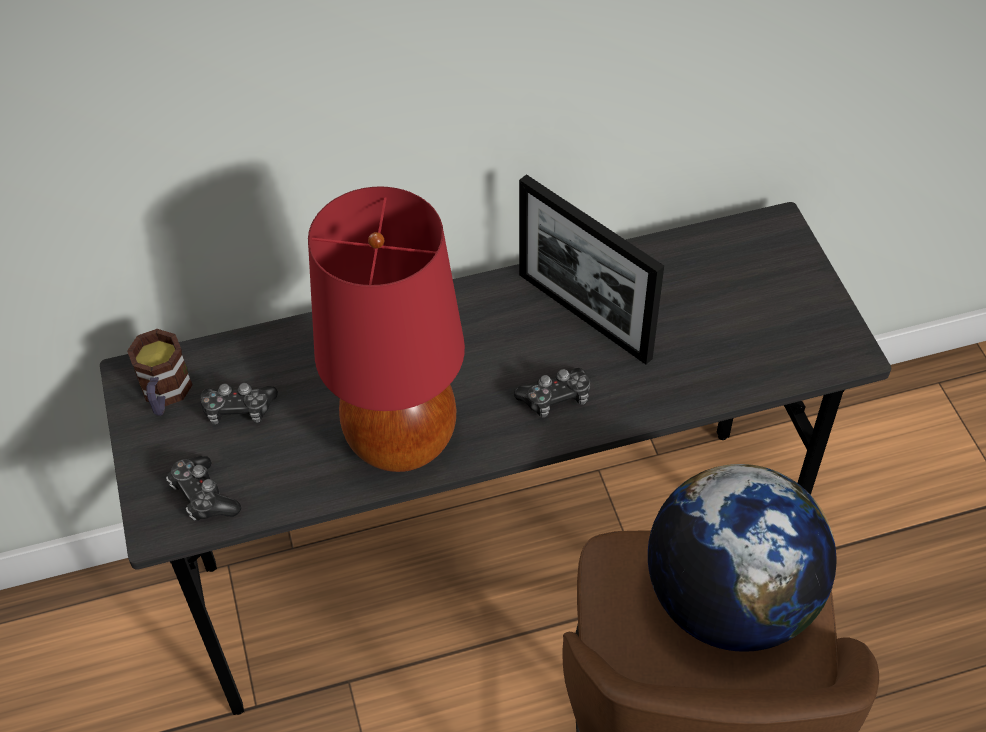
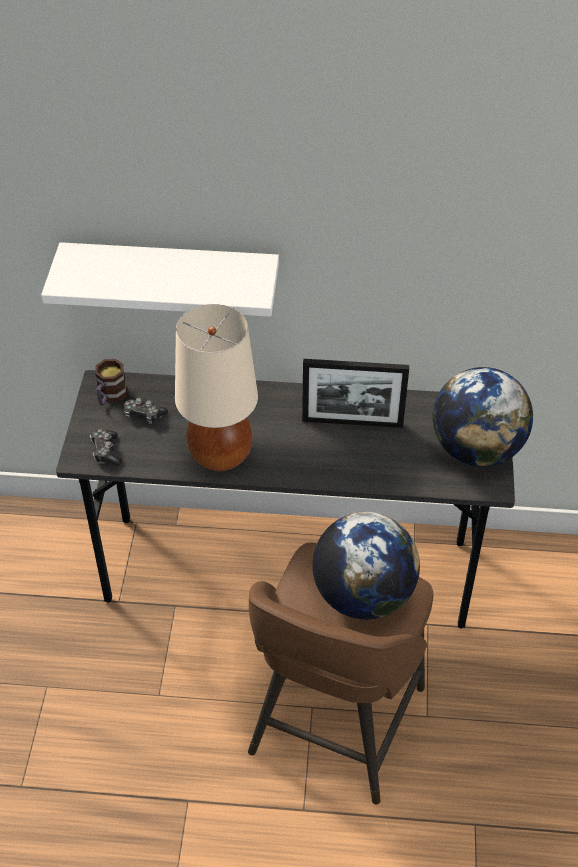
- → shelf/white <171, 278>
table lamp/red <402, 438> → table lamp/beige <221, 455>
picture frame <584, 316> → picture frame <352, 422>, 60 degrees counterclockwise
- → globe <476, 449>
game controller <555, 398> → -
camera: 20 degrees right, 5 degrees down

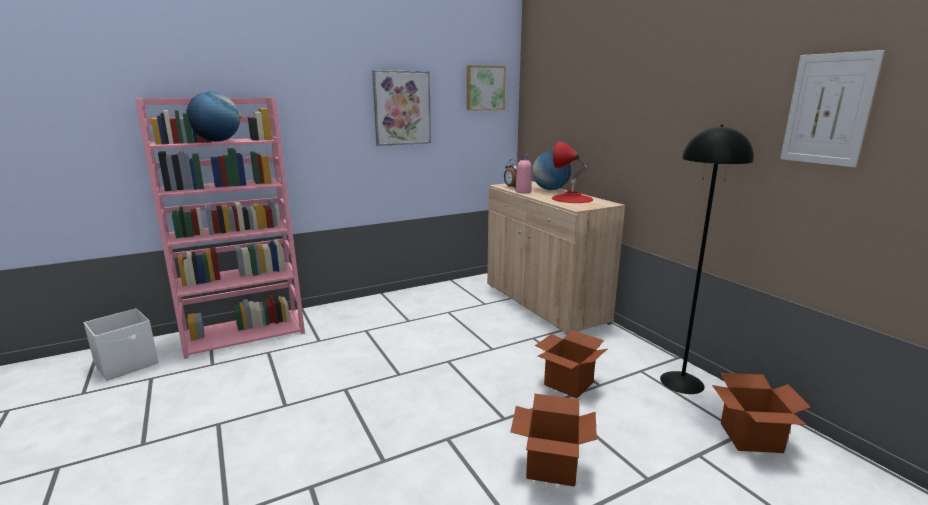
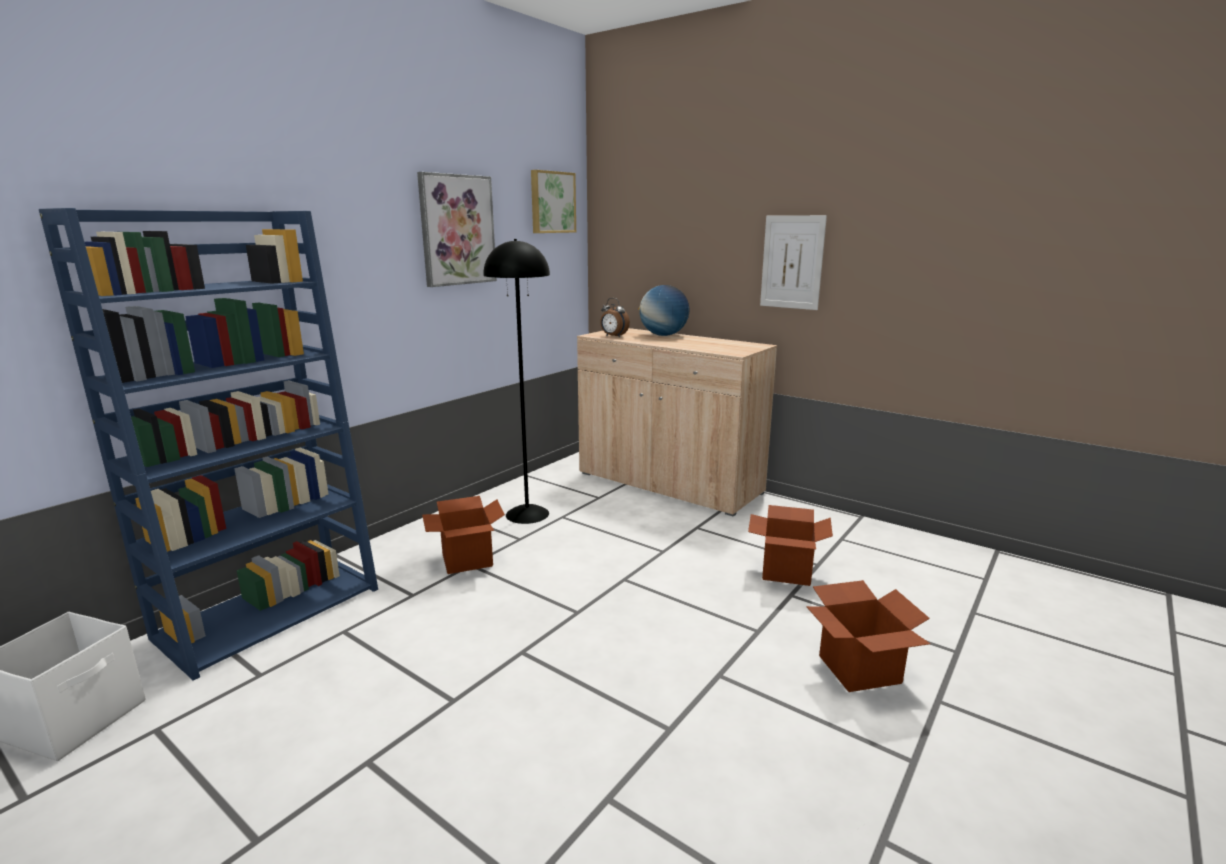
bookcase/pink <245, 332> → bookcase/blue <271, 611>
cardboard box <751, 437> → cardboard box <467, 560>, move
floor lamp/black <682, 382> → floor lamp/black <527, 514>, move
picture <828, 109> → picture <792, 262>, move
globe <217, 141> → -
bottle/pink <523, 192> → -
table lamp/red <572, 198> → -
camera: 25 degrees left, 0 degrees up

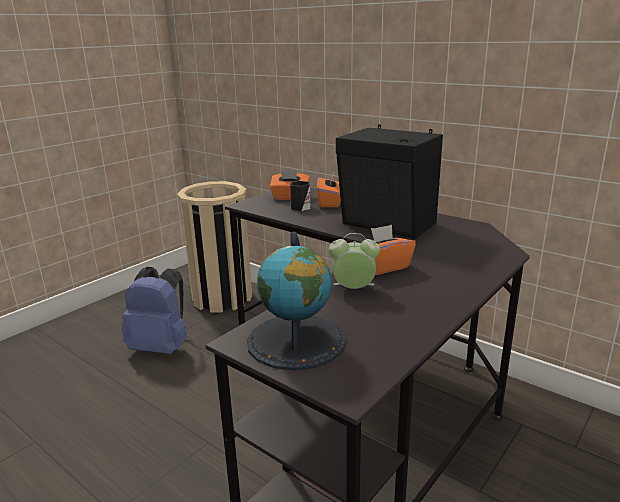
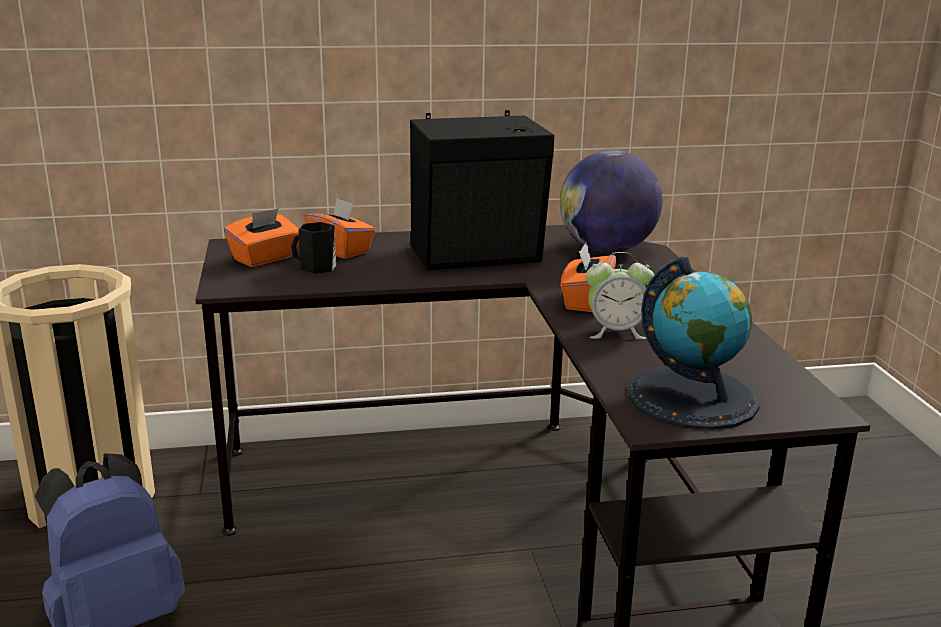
- → globe <607, 249>
alarm clock <353, 289> → alarm clock <616, 332>, 135 degrees counterclockwise
camera: 50 degrees left, 0 degrees up

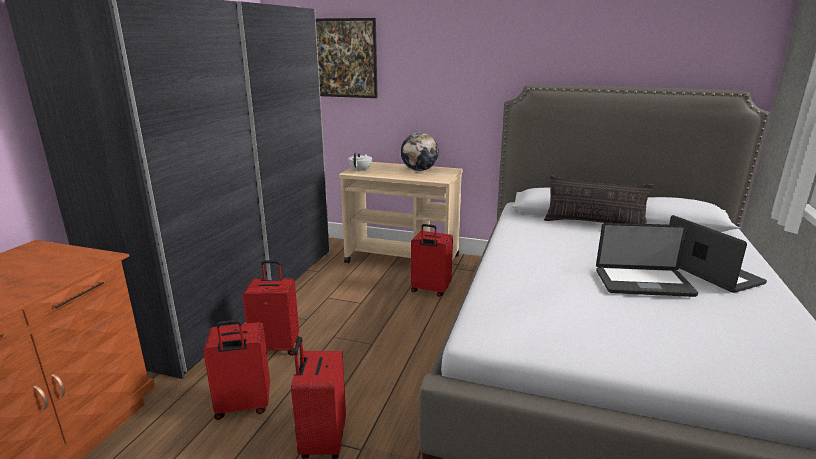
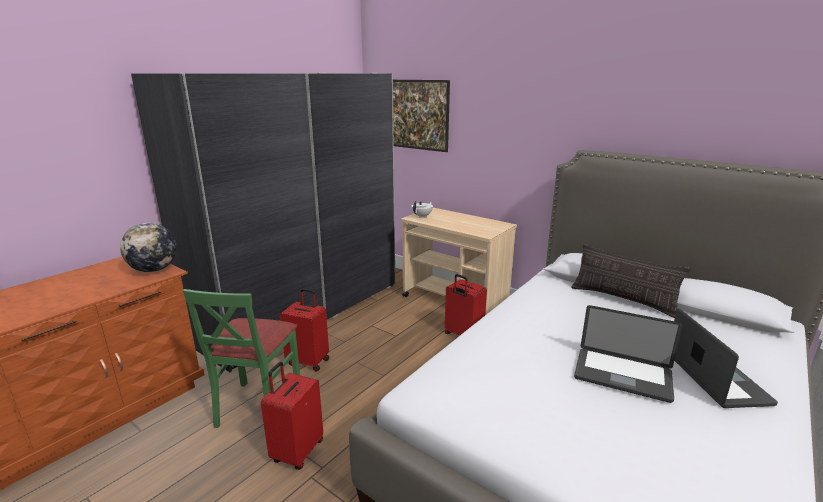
globe <419, 170> → globe <154, 270>, move
suitcase/red <243, 407> → chair/green <257, 406>
camera: 20 degrees right, 0 degrees up

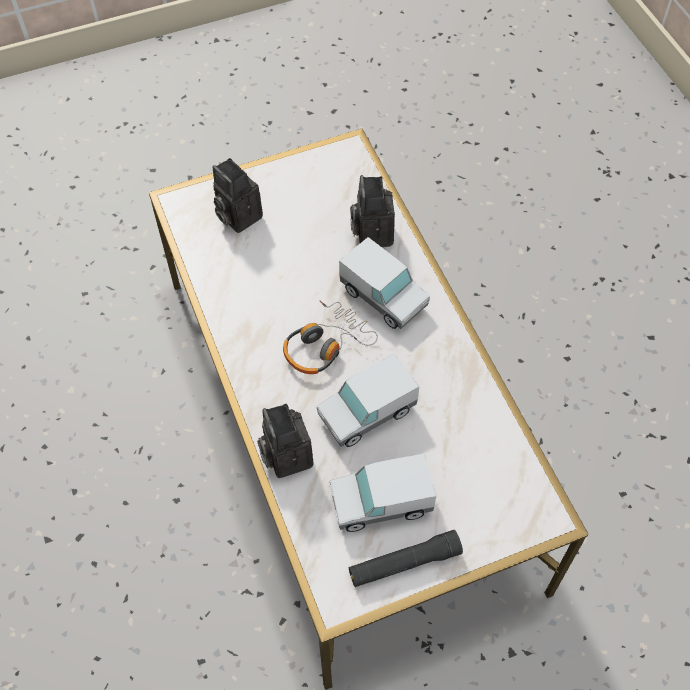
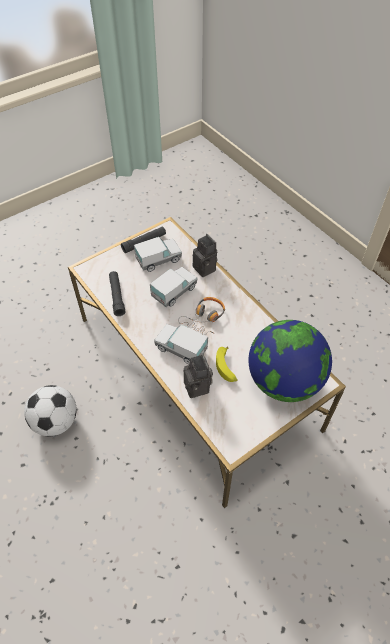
- → football <56, 422>
- → flashlight/black <117, 296>
- → banana <226, 368>
photo camera <237, 216> → globe <284, 381>
camera: 165 degrees right, 5 degrees down

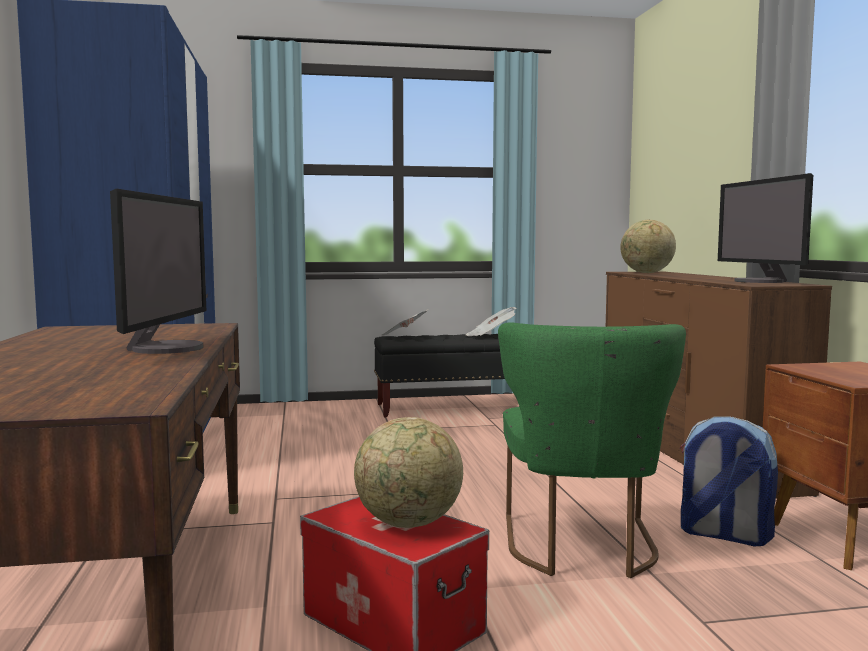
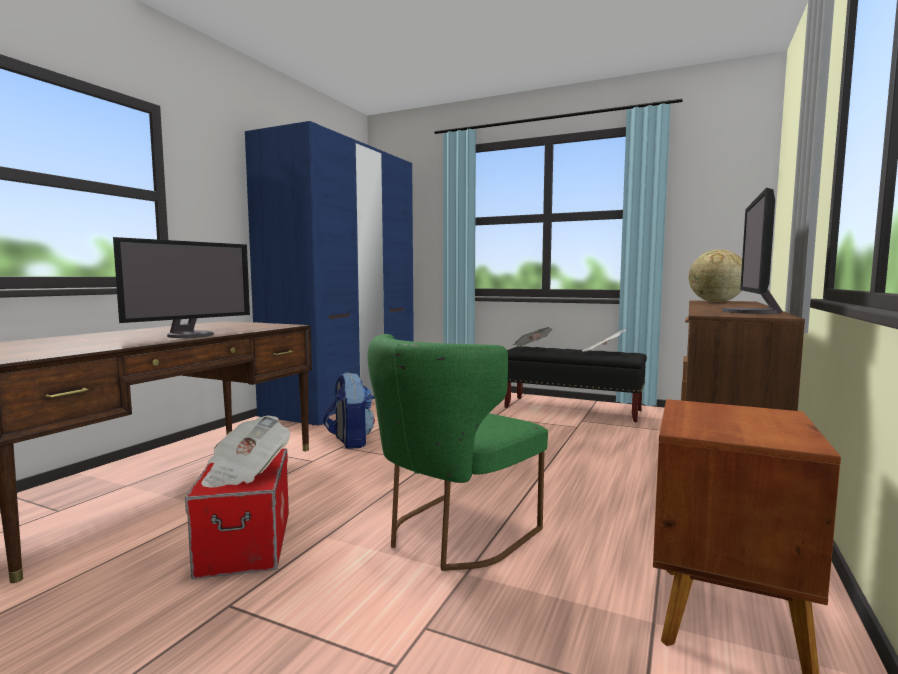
globe <409, 524> → newspaper <245, 473>
backpack <723, 535> → backpack <349, 441>, move
camera: 35 degrees right, 0 degrees up

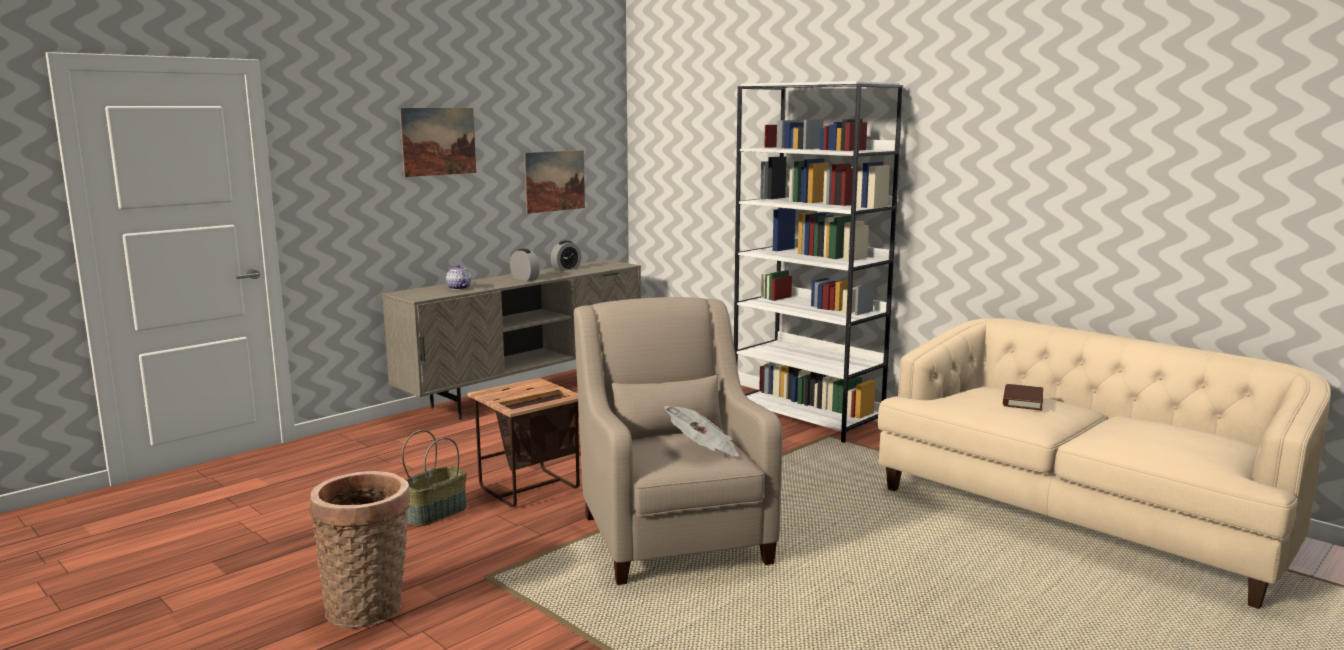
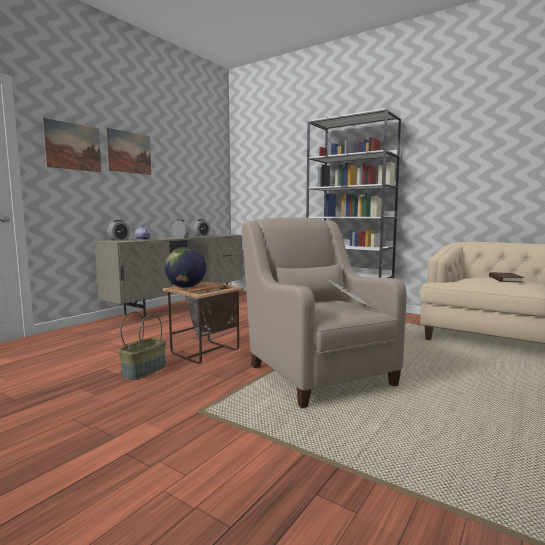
picture <555, 181> → picture <73, 146>, move
- → alarm clock <119, 239>
- → globe <185, 287>
basket <369, 609> → -
camera: 10 degrees left, 5 degrees down

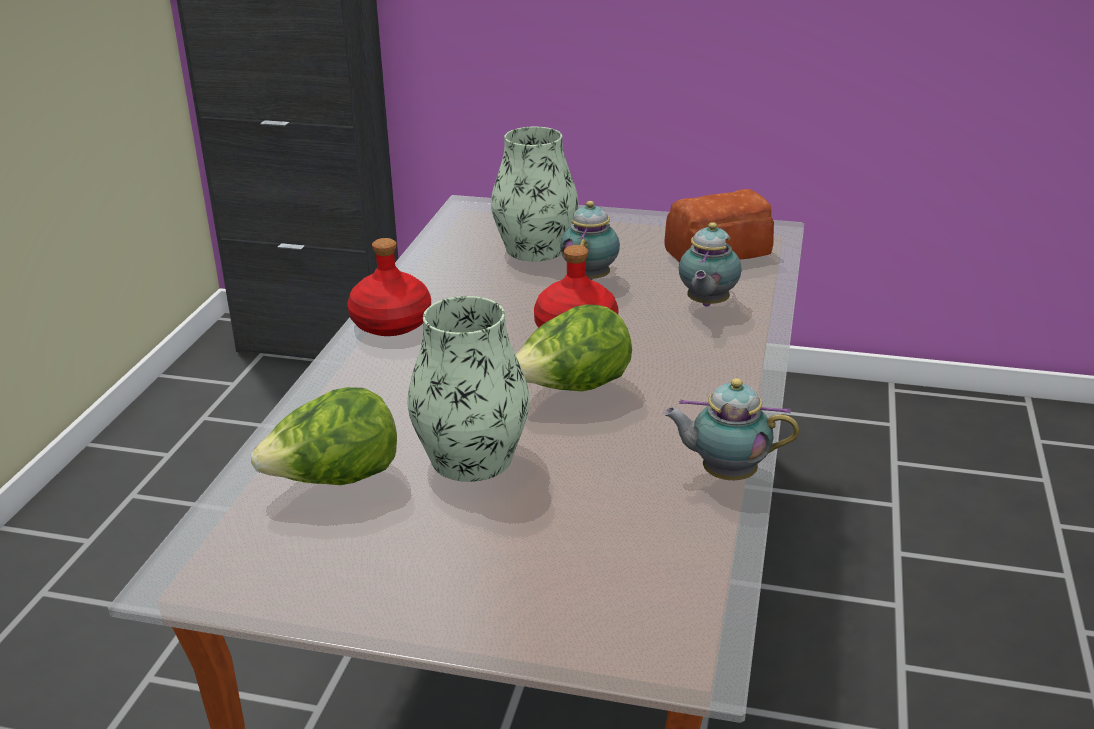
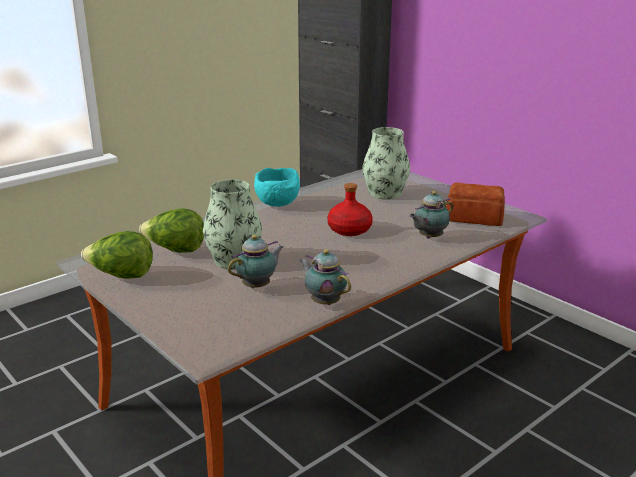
lettuce <573, 389> → lettuce <122, 276>, move
teapot <591, 277> → teapot <258, 286>, move
bottle/red <392, 323> → bowl/turquoise <279, 204>
camera: 35 degrees right, 5 degrees down

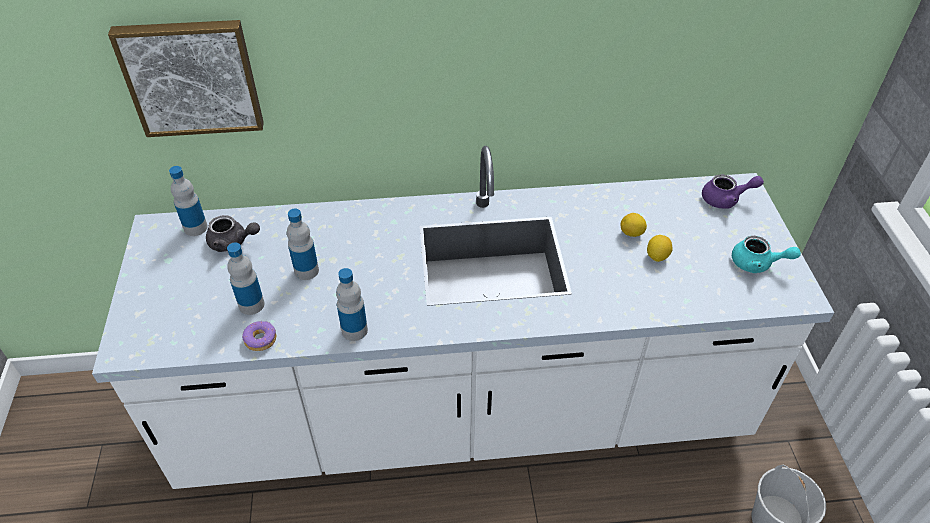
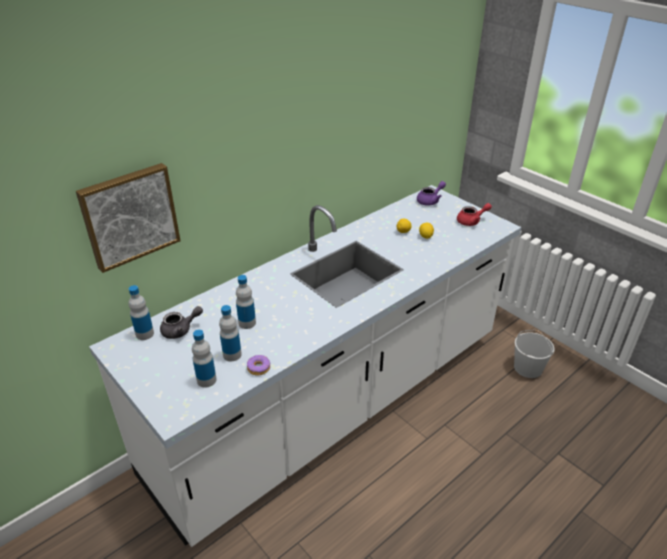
bottle <354, 330> → bottle <206, 380>, move
teapot/turquoise <757, 264> → teapot/red <471, 221>
camera: 35 degrees left, 10 degrees down

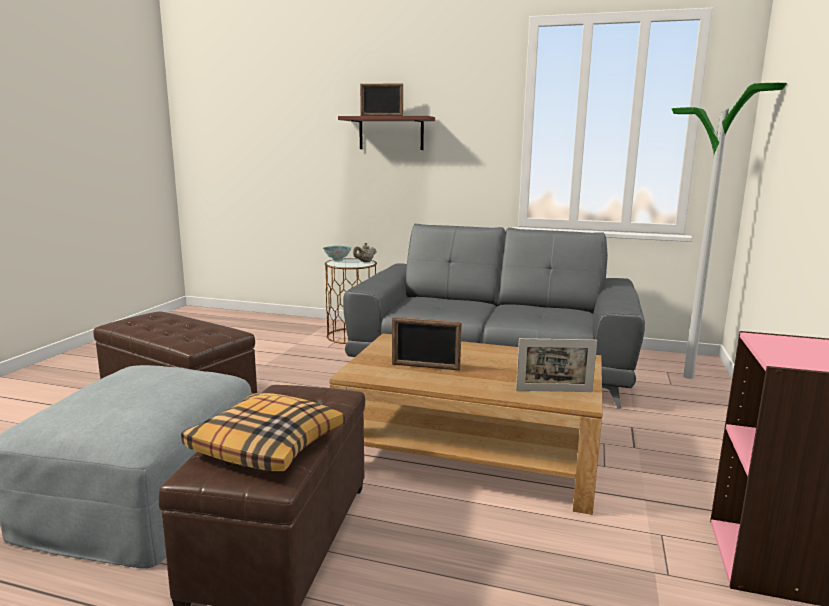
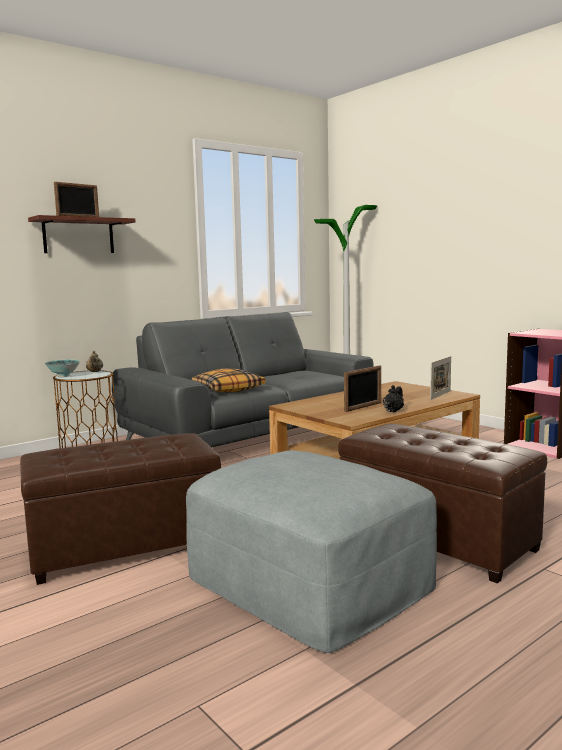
pillow <267, 445> → pillow <228, 389>, move
- → teapot/black <393, 411>
camera: 55 degrees left, 5 degrees down

